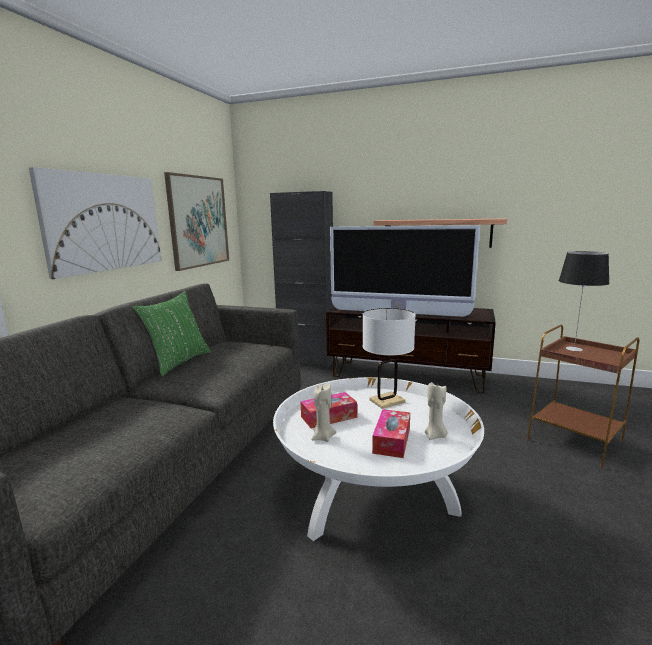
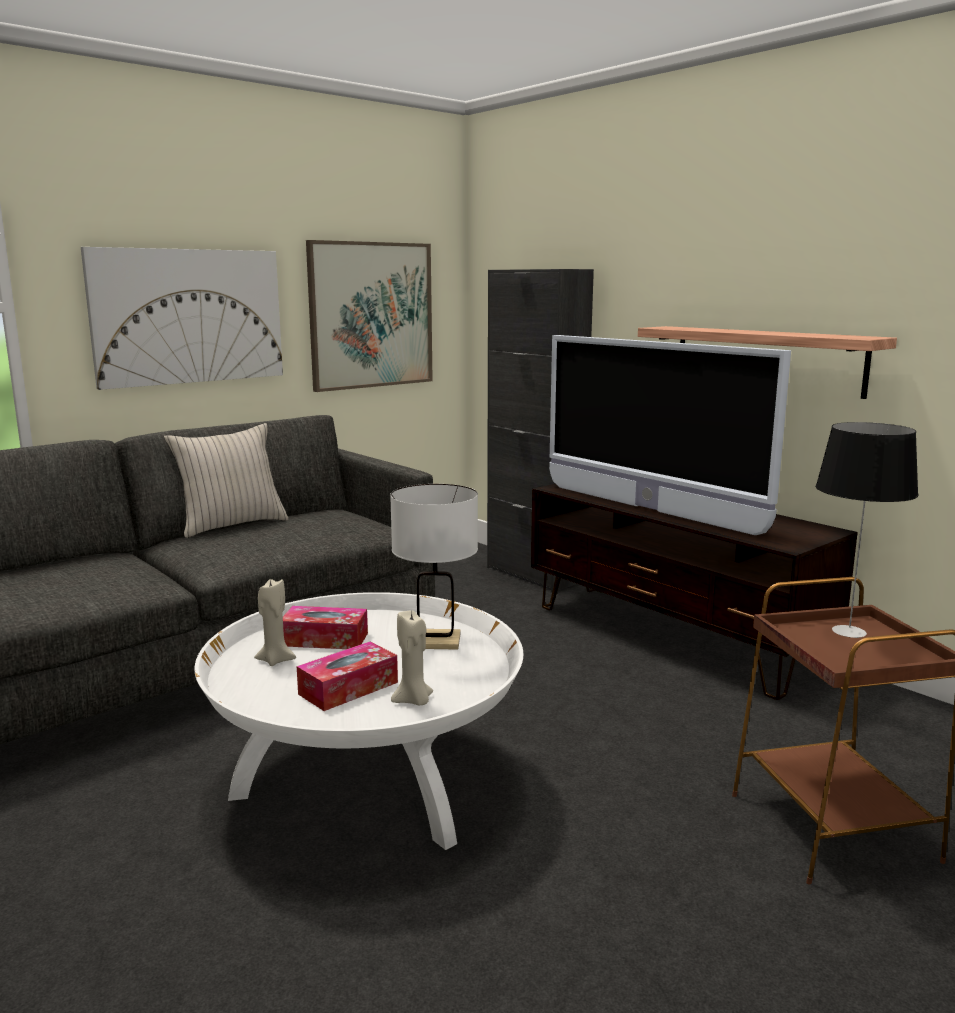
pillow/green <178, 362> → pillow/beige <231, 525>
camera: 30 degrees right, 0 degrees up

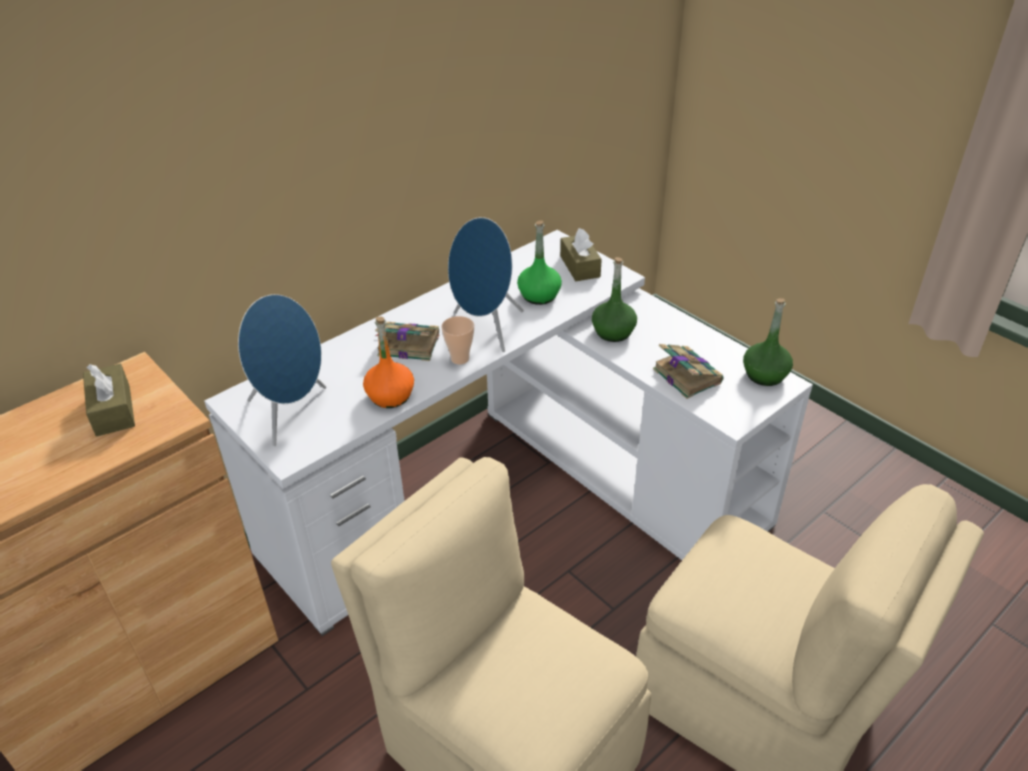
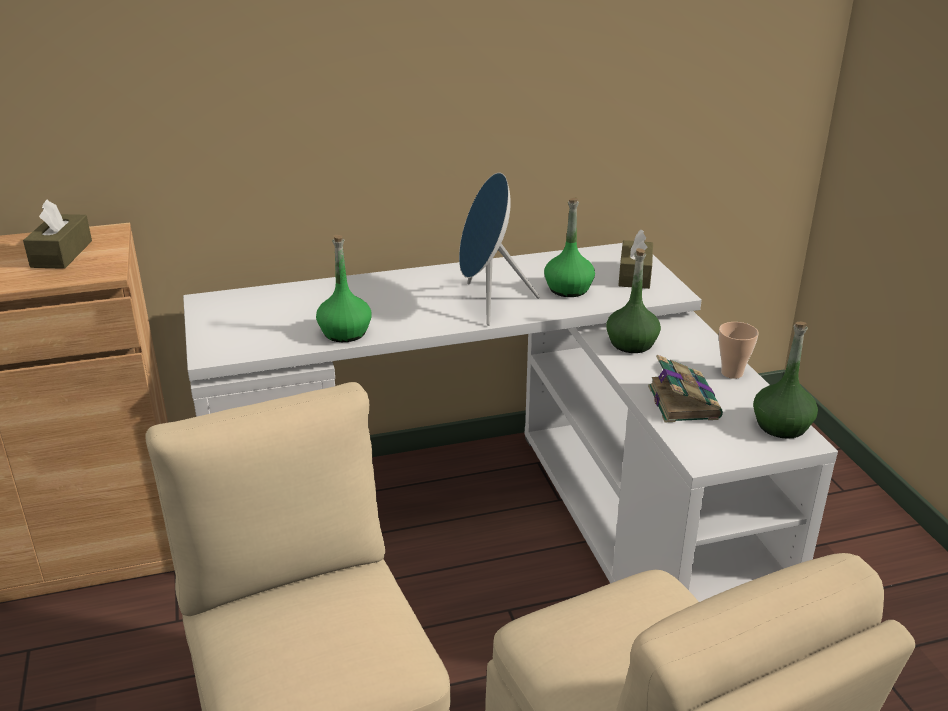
bottle/orange <390, 396> → bottle/green <345, 332>
cup <460, 358> → cup <732, 373>, move
speaker/blue <292, 413> → -
book <407, 345> → -
camera: 25 degrees right, 10 degrees down

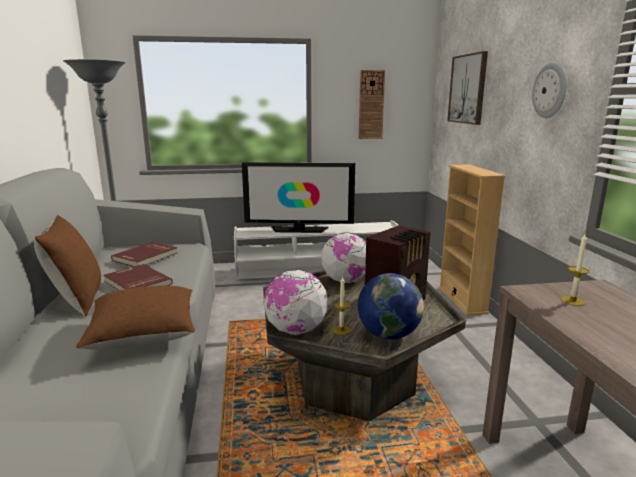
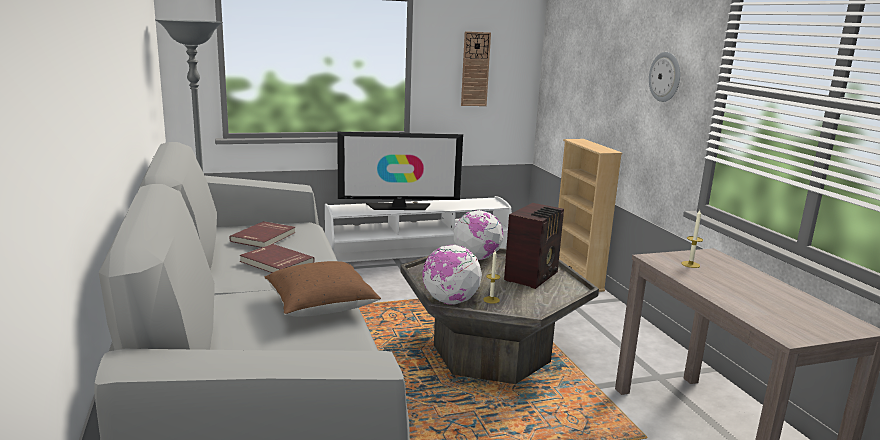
pillow/brown <77, 300> → -
globe <388, 334> → -
picture <468, 89> → -
camera: 10 degrees left, 0 degrees up

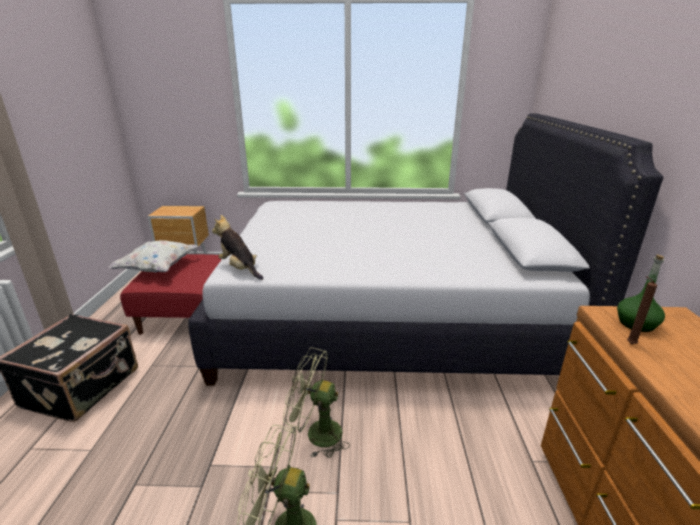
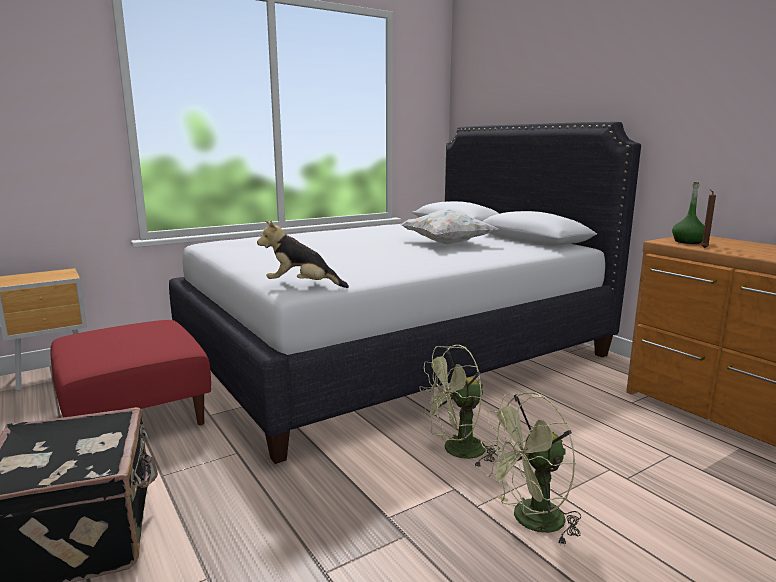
pillow/white <158, 268> → pillow/white <446, 243>, move
camera: 35 degrees left, 10 degrees down

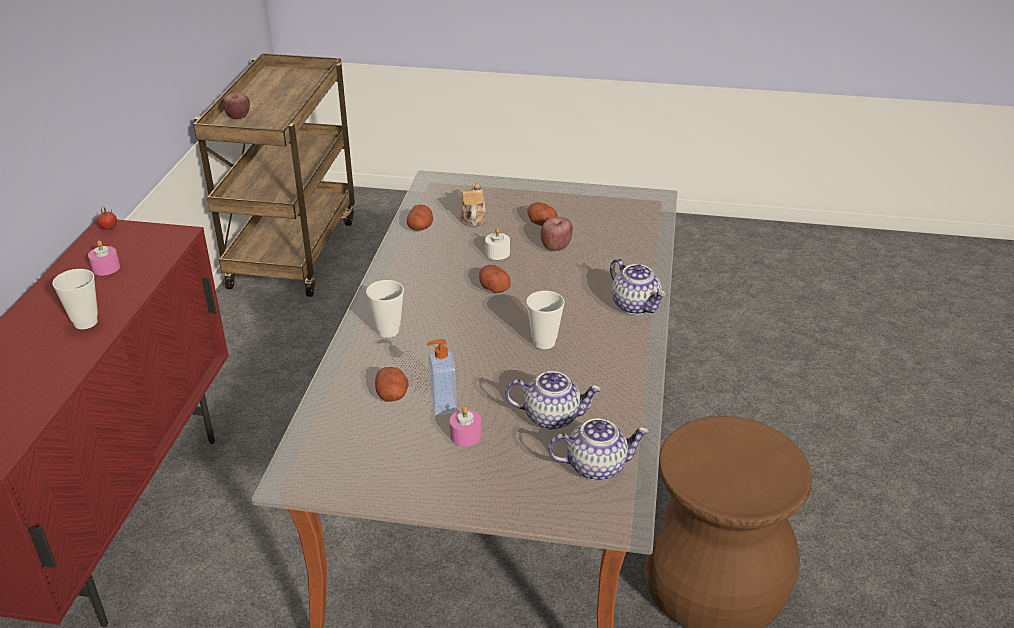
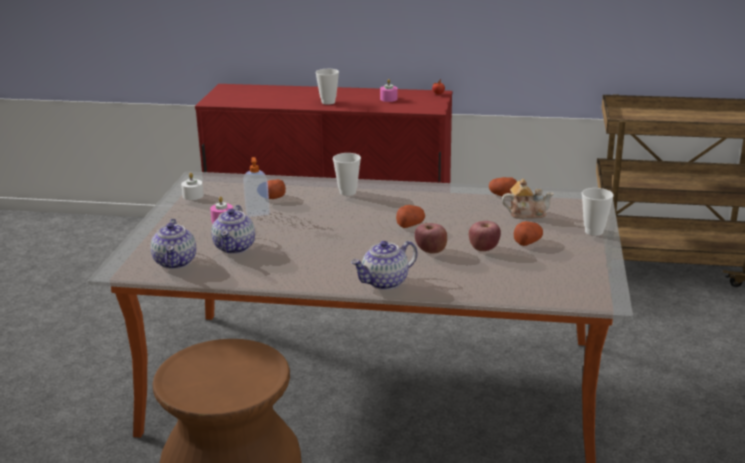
candle/white <497, 253> → candle/white <193, 196>, move
apple <238, 117> → apple <431, 251>, move
cup <544, 342> → cup <594, 231>, move
camera: 90 degrees right, 10 degrees down

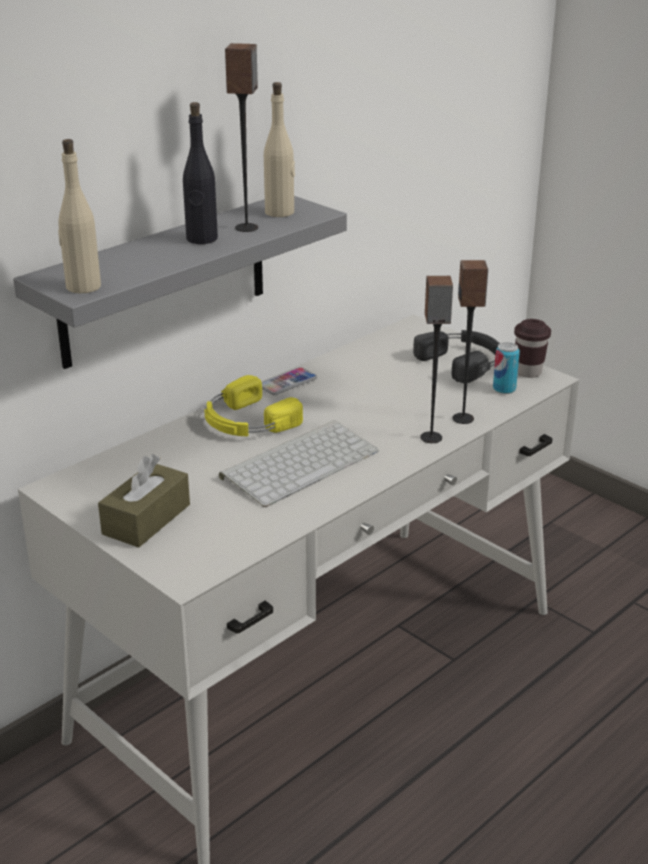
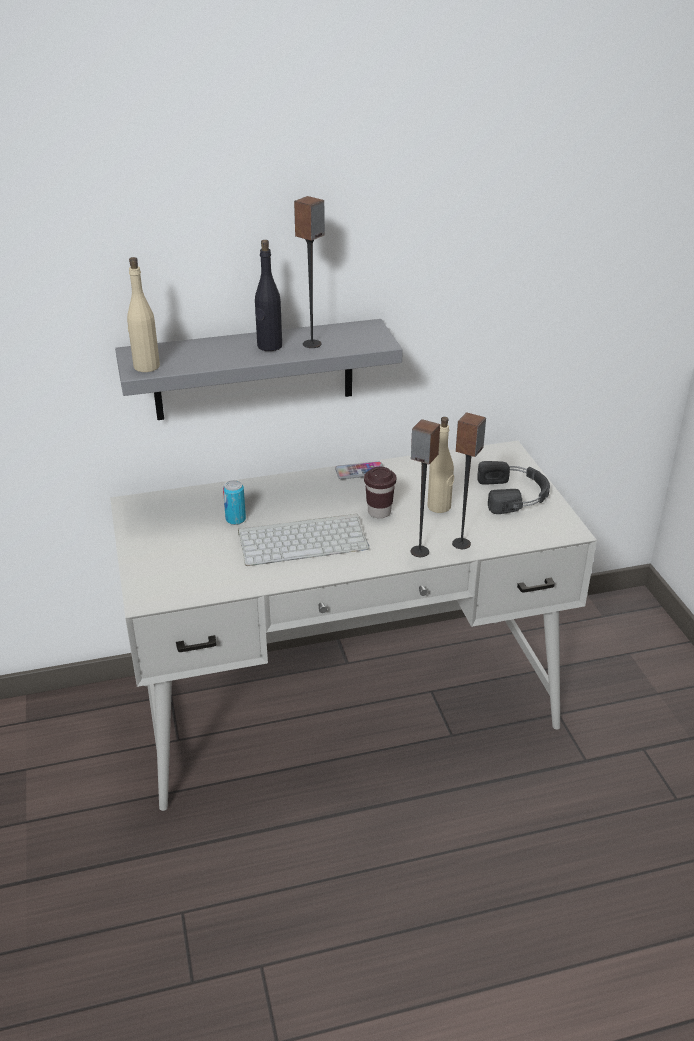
can <504, 389> → can <235, 519>, move
cup/brown <528, 372> → cup/brown <379, 512>, move
bottle/beige <280, 212> → bottle/beige <439, 507>, move
tissue box/brown <146, 519> → -
headphones/yellow <246, 421> → -
camera: 30 degrees right, 5 degrees up

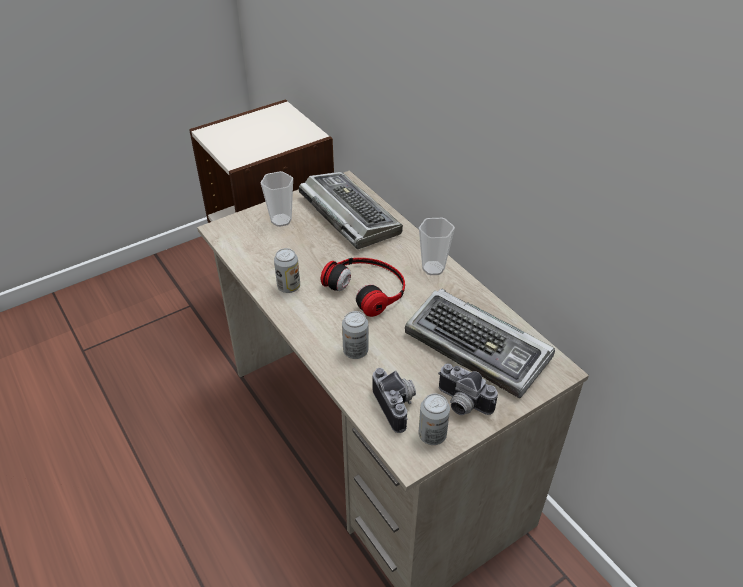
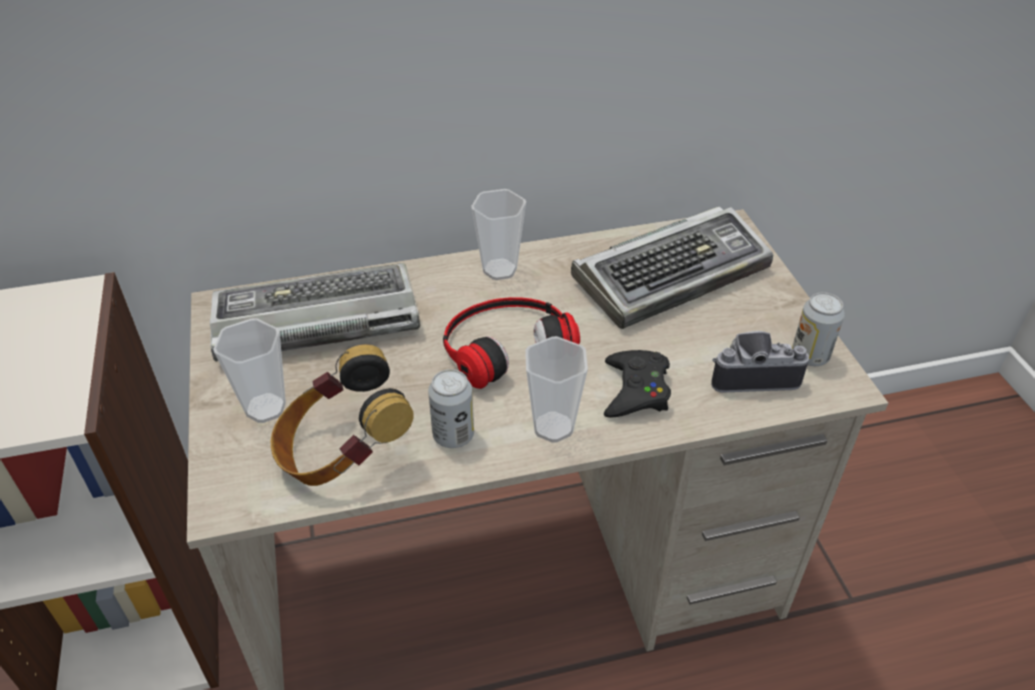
- → headphones <342, 453>
- → cup <553, 427>
can <355, 351> → game controller/black <635, 390>
photo camera <461, 404> → -
camera: 70 degrees left, 0 degrees up

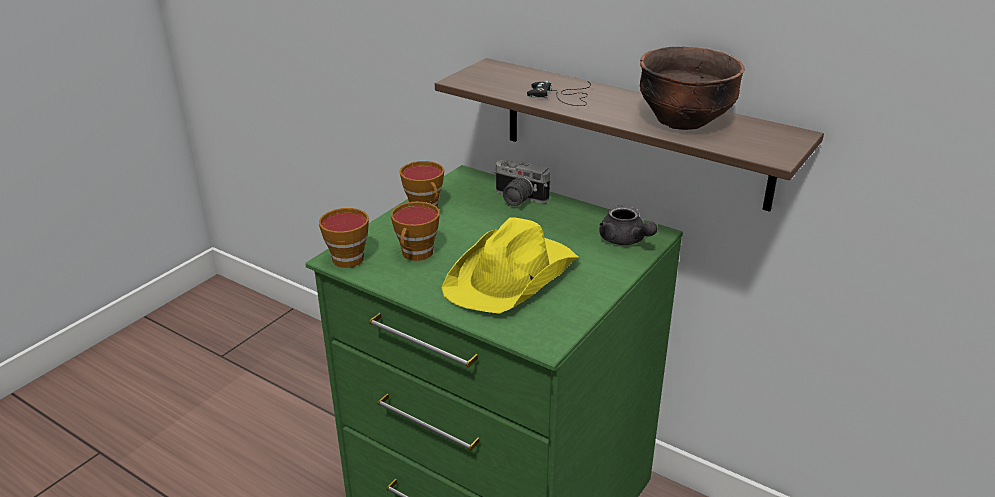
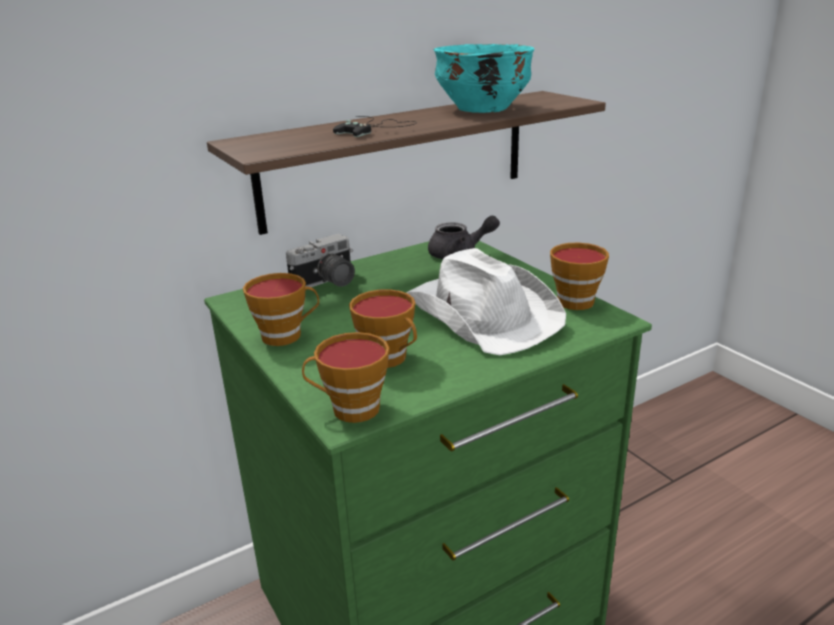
hat/yellow <513, 276> → hat/white <482, 313>
bowl/brown <683, 120> → bowl/turquoise <481, 109>
- → cup <573, 300>
camera: 65 degrees left, 5 degrees down

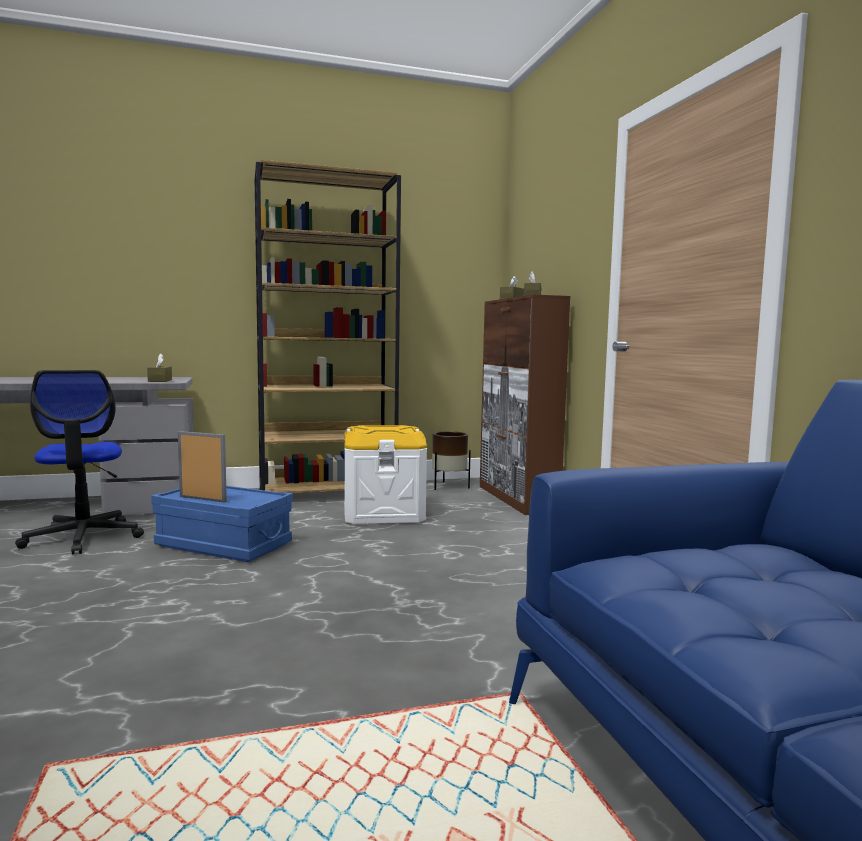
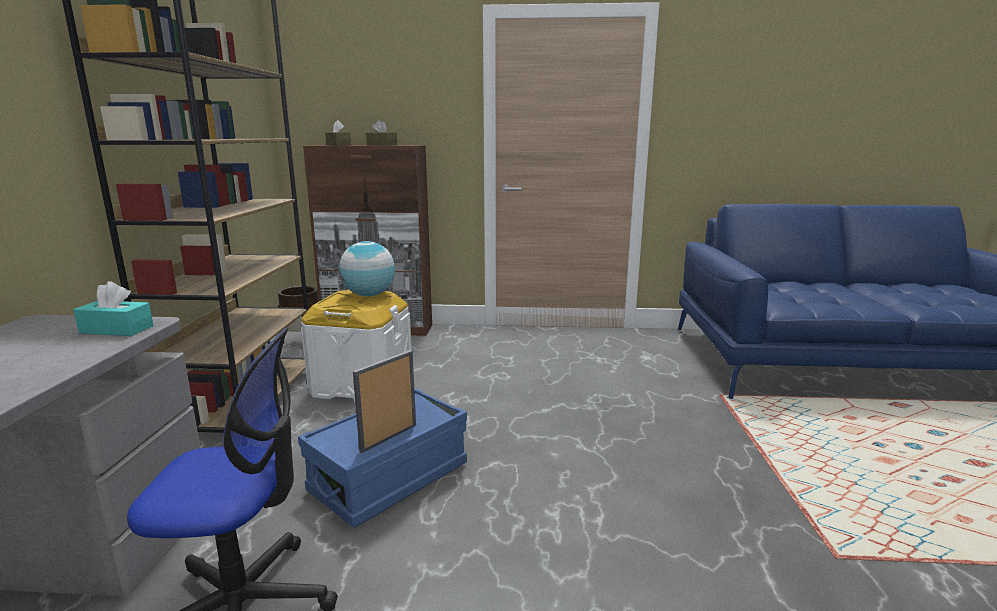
tissue box/brown <160, 380> → tissue box/turquoise <117, 329>
- → globe <369, 295>
camera: 70 degrees left, 10 degrees up

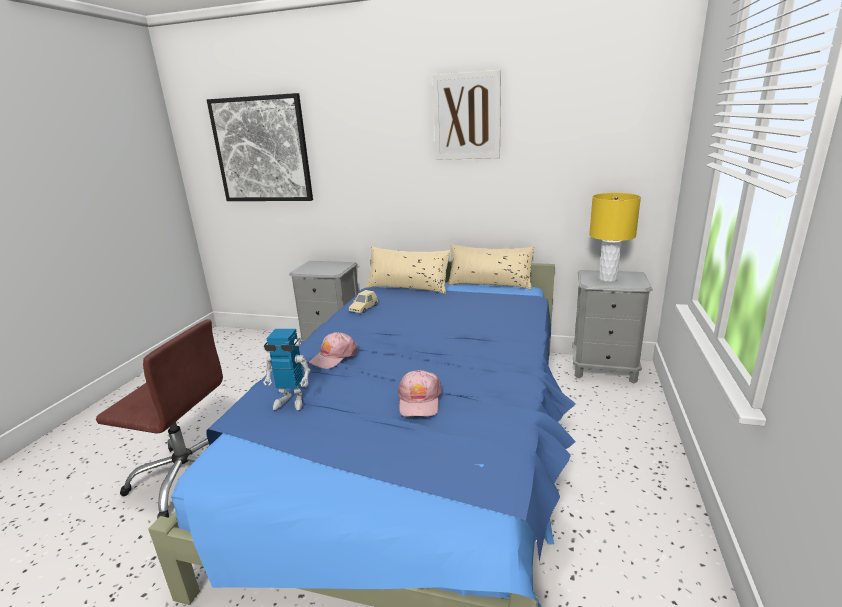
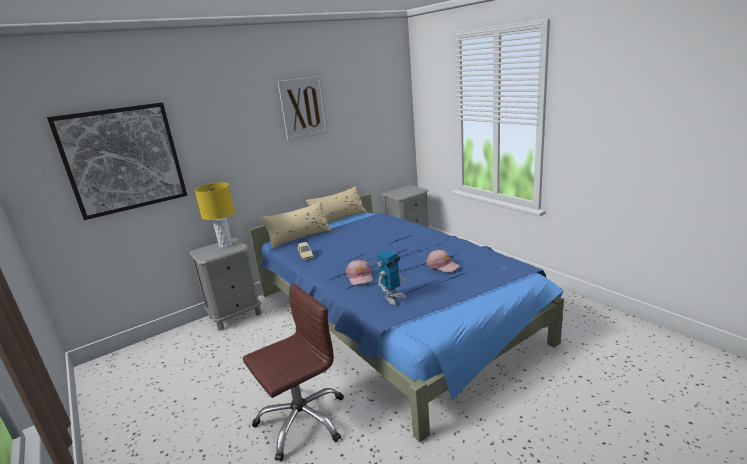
table lamp/yellow <607, 279> → table lamp/yellow <225, 245>, move
camera: 50 degrees left, 0 degrees up

